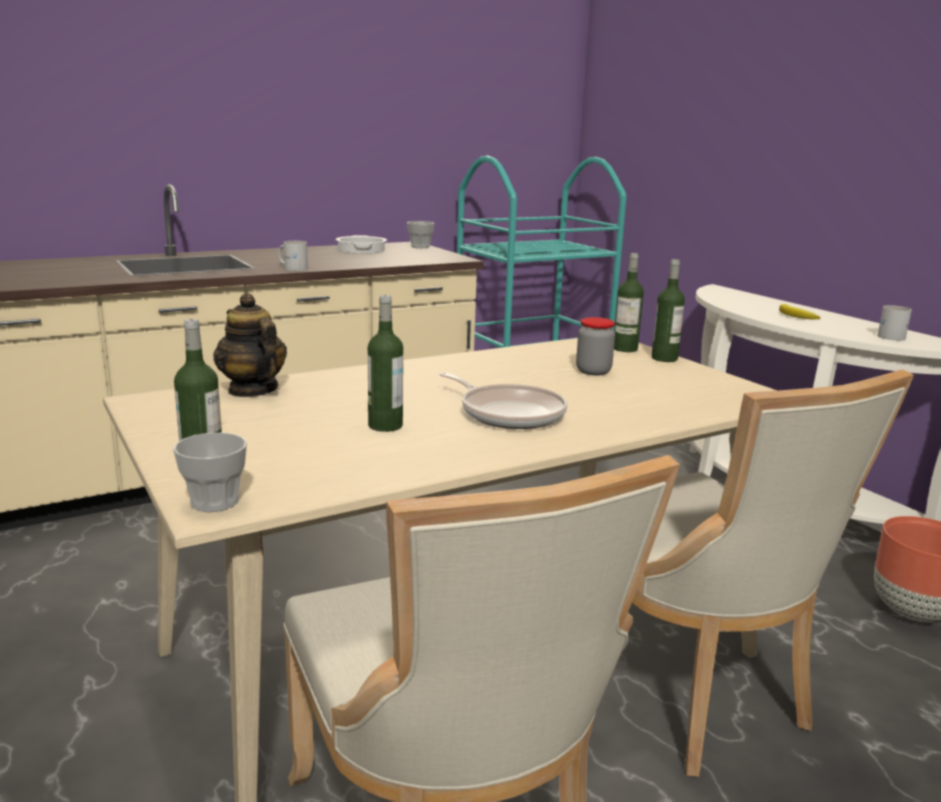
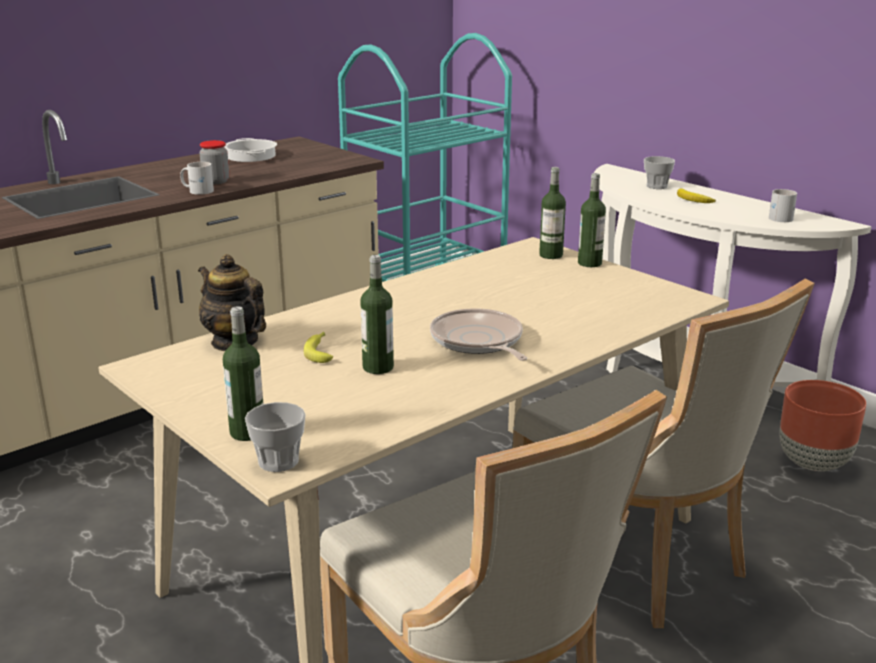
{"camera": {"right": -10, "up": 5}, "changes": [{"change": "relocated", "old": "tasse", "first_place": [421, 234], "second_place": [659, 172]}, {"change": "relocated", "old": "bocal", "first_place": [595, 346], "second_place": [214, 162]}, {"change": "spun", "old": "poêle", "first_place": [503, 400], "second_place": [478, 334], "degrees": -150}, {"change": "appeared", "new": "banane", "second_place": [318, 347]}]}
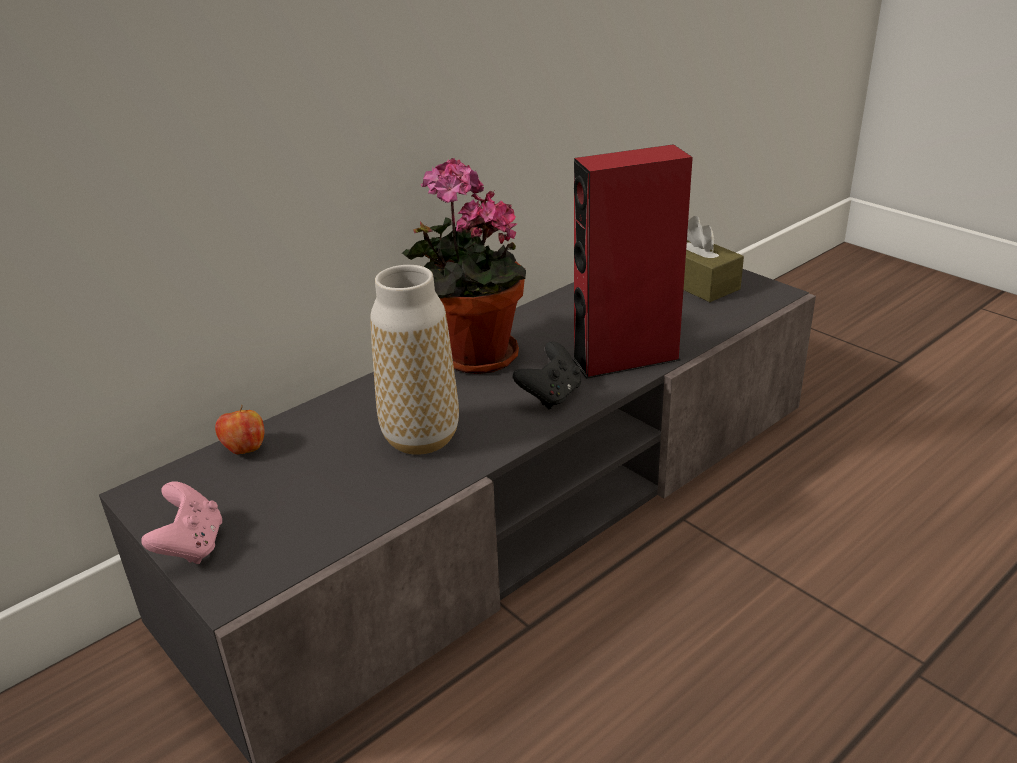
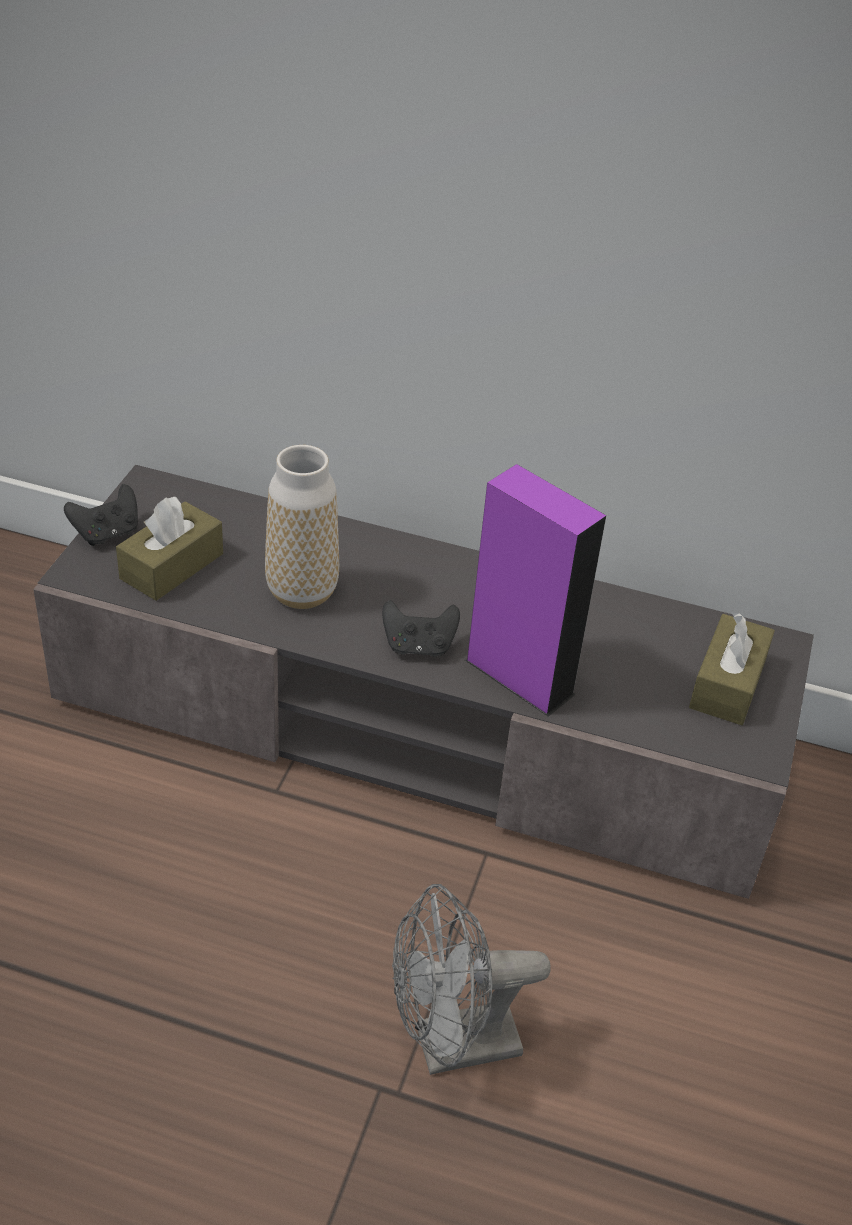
{"camera": {"right": 55, "up": 10}, "changes": [{"change": "colour", "old": "enceinte/rouge", "new": "enceinte/violet", "first_place": [633, 261], "second_place": [535, 590]}, {"change": "missing", "old": "plante en pot", "first_place": [464, 266]}, {"change": "missing", "old": "pomme", "first_place": [240, 429]}, {"change": "colour", "old": "manette/rose", "new": "manette/noir", "first_place": [181, 523], "second_place": [101, 515]}, {"change": "appeared", "new": "boîte à mouchoirs/marron", "second_place": [169, 549]}, {"change": "appeared", "new": "ventilateur/gris", "second_place": [471, 979]}]}
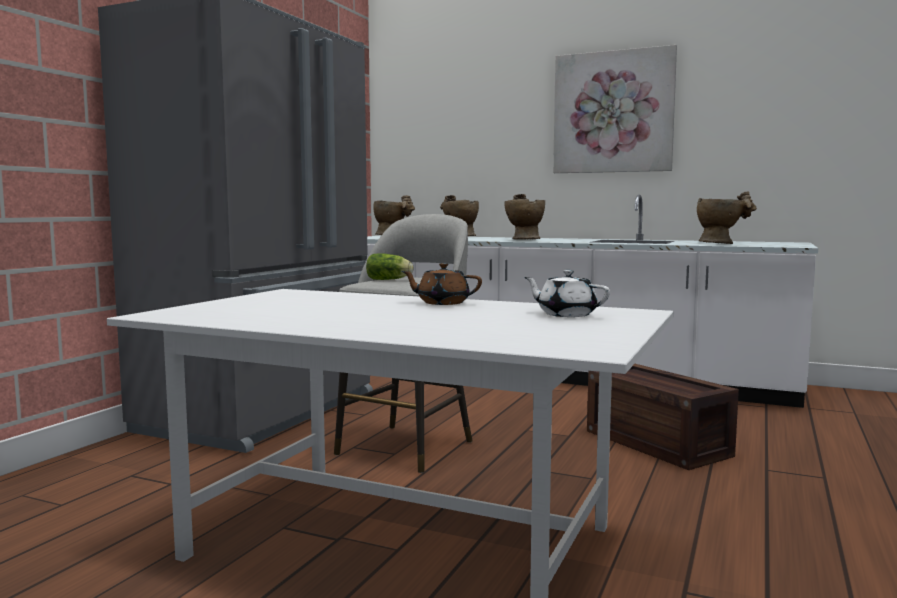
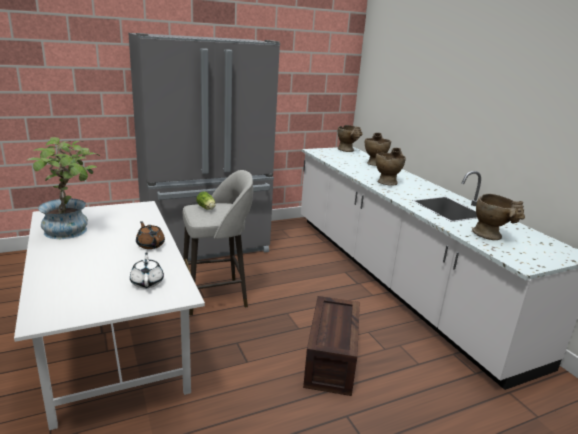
{"camera": {"right": 40, "up": 15}, "changes": [{"change": "missing", "old": "tableau", "first_place": [615, 109]}, {"change": "appeared", "new": "plante en pot", "second_place": [63, 188]}]}
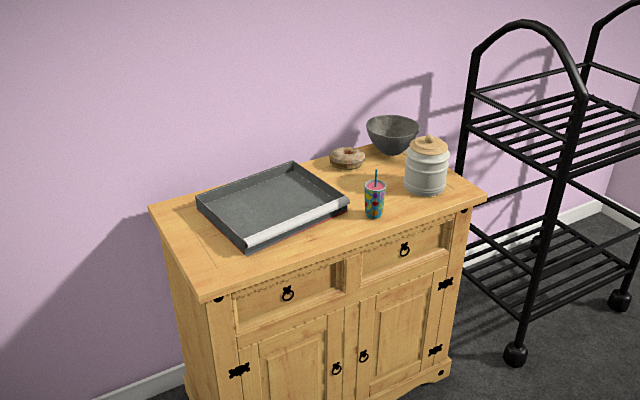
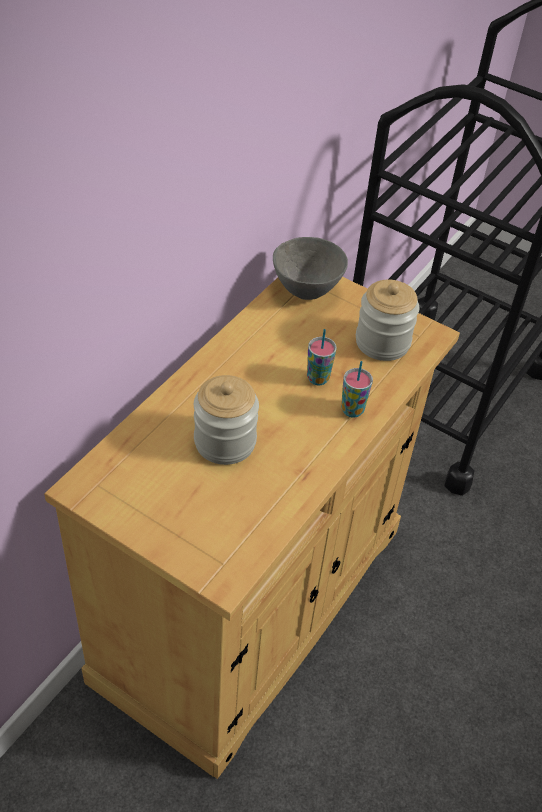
{"camera": {"right": -30, "up": 15}, "changes": [{"change": "missing", "old": "beignet", "first_place": [347, 158]}, {"change": "exchanged", "old": "plateau/gris", "new": "bocal", "first_place": [272, 208], "second_place": [226, 420]}, {"change": "appeared", "new": "tasse", "second_place": [322, 357]}]}
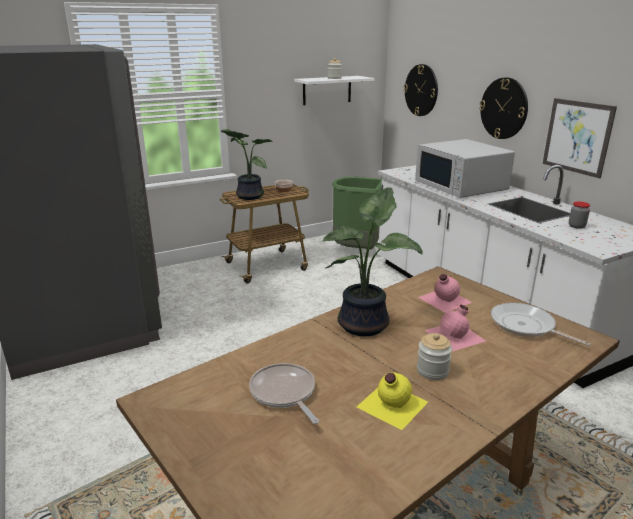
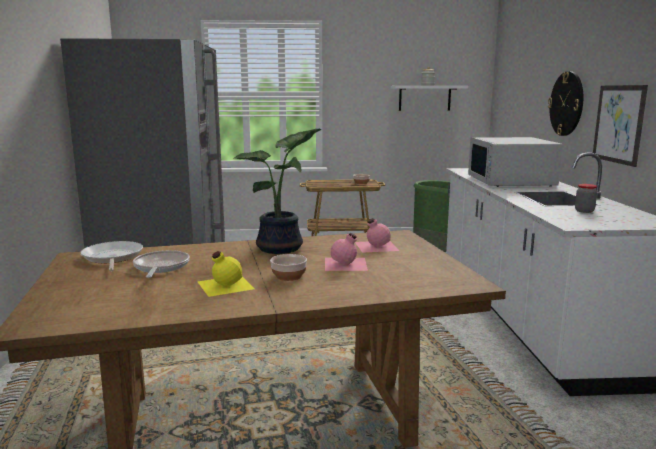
{"camera": {"right": 25, "up": -10}, "changes": [{"change": "missing", "old": "horloge murale", "first_place": [421, 90]}, {"change": "missing", "old": "plante en pot", "first_place": [246, 164]}, {"change": "relocated", "old": "poêle", "first_place": [541, 324], "second_place": [111, 256]}, {"change": "exchanged", "old": "bocal", "new": "bol", "first_place": [434, 356], "second_place": [288, 267]}]}
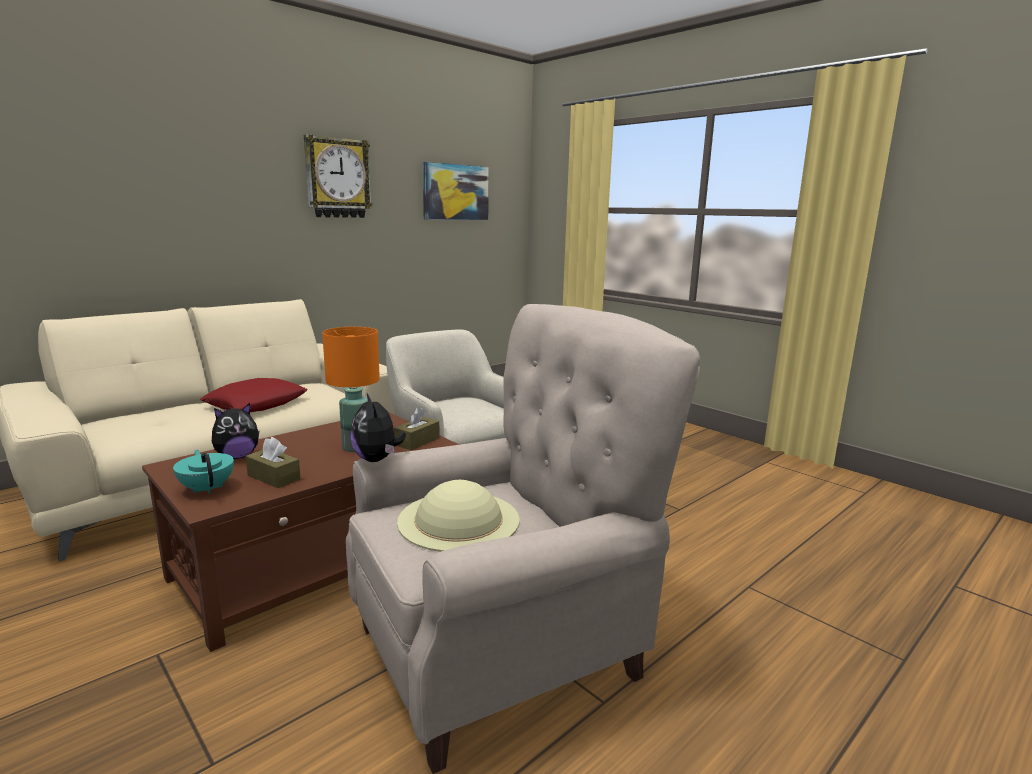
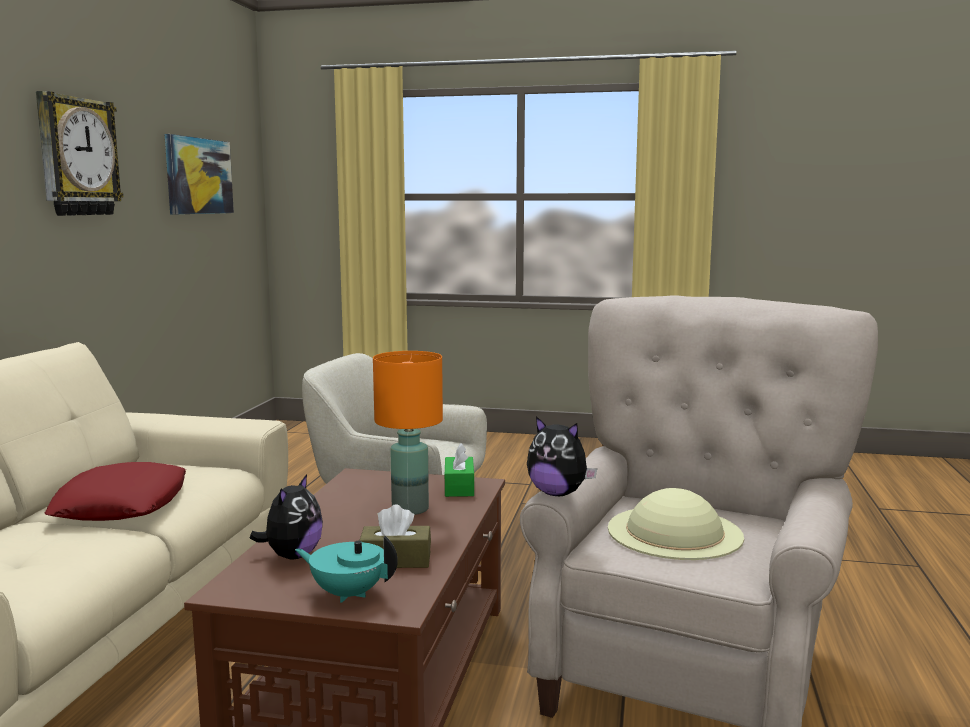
{"camera": {"right": -35, "up": -5}, "changes": [{"change": "colour", "old": "boîte à mouchoirs/marron", "new": "boîte à mouchoirs/vert", "first_place": [417, 428], "second_place": [459, 470]}]}
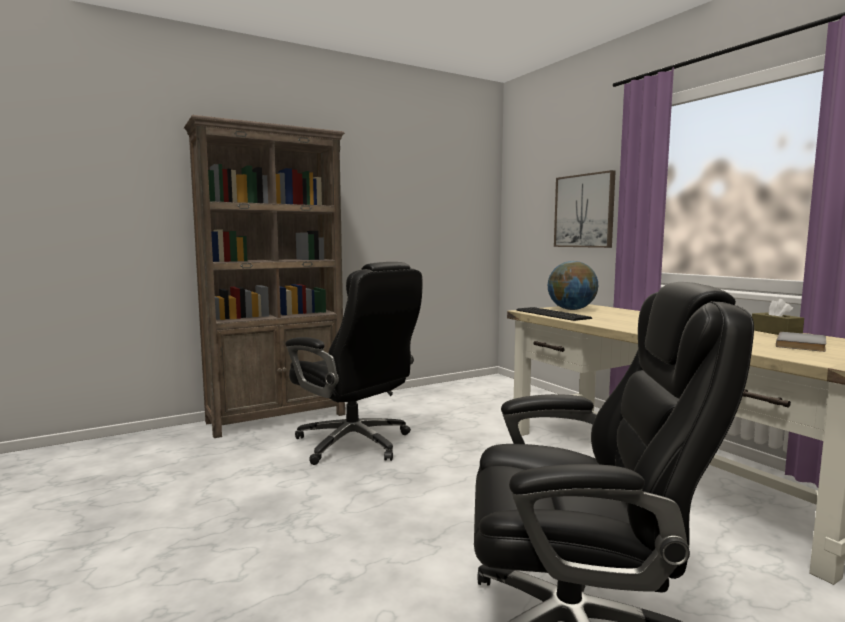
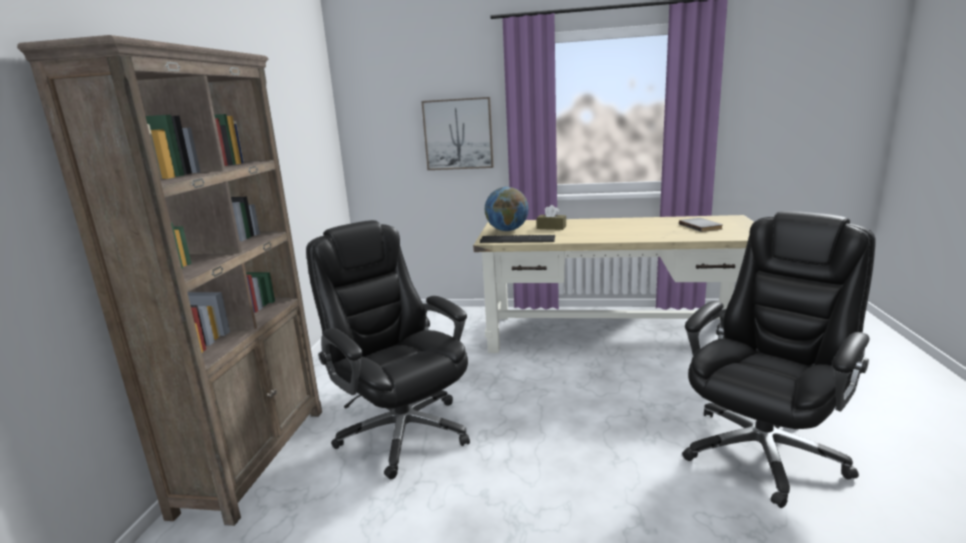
{"camera": {"right": -50, "up": 10}, "changes": [{"change": "spun", "old": "chaise de bureau/noir", "first_place": [353, 363], "second_place": [388, 349], "degrees": -120}, {"change": "relocated", "old": "boîte à mouchoirs/marron", "first_place": [778, 317], "second_place": [551, 217]}]}
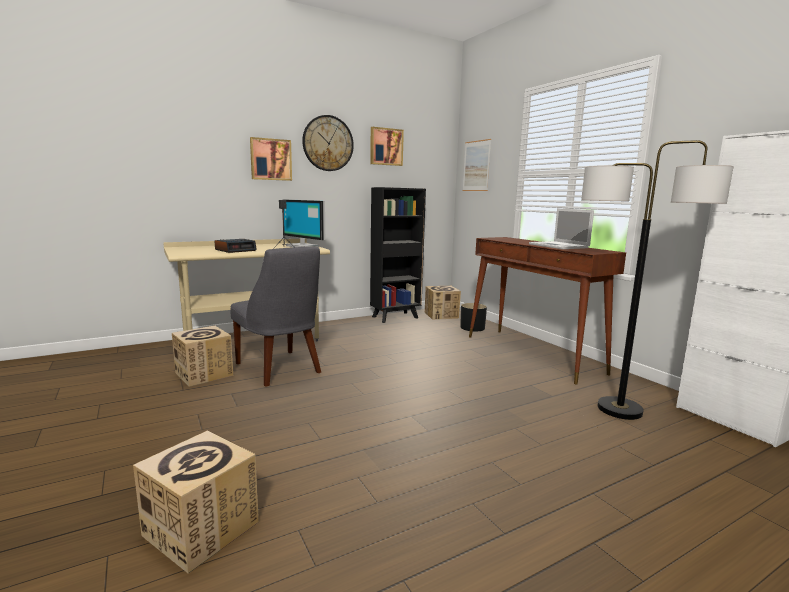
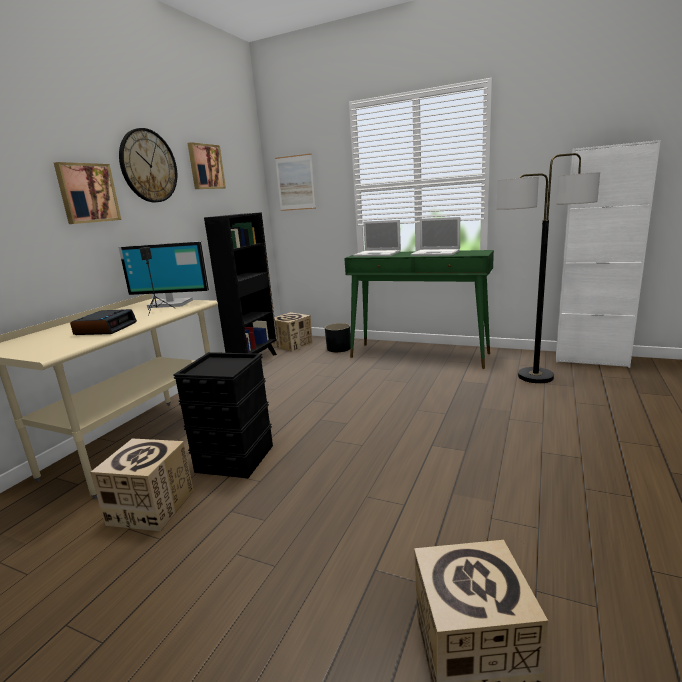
{"camera": {"right": -35, "up": 5}, "changes": [{"change": "colour", "old": "table console/marron", "new": "table console/vert", "first_place": [547, 310], "second_place": [419, 309]}, {"change": "exchanged", "old": "chaise/gris", "new": "boîte de rangement/noir", "first_place": [276, 317], "second_place": [223, 415]}, {"change": "appeared", "new": "ordinateur portable", "second_place": [377, 238]}]}
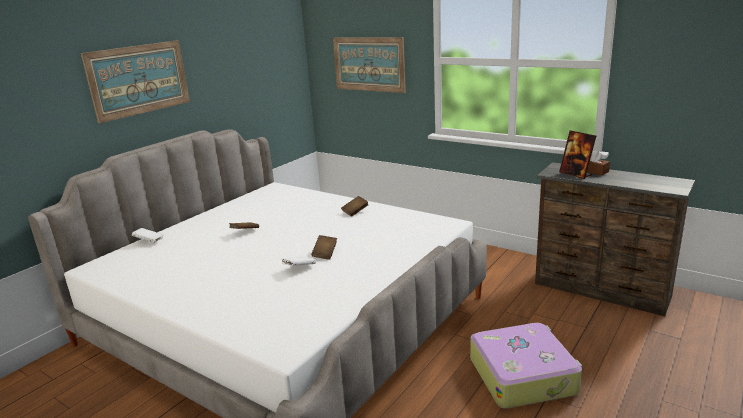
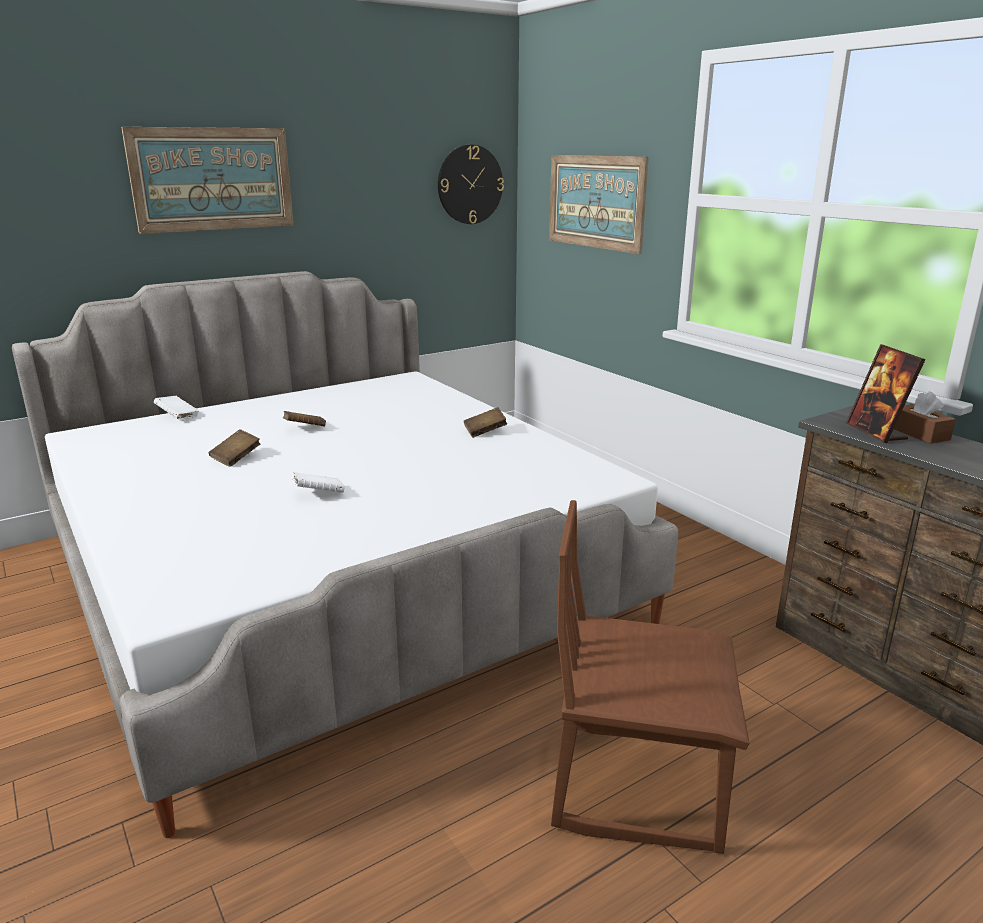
{"camera": {"right": 20, "up": 0}, "changes": [{"change": "relocated", "old": "livre/marron", "first_place": [324, 247], "second_place": [235, 448]}, {"change": "exchanged", "old": "valise", "new": "chaise/marron", "first_place": [526, 366], "second_place": [650, 677]}, {"change": "appeared", "new": "horloge murale", "second_place": [471, 184]}]}
